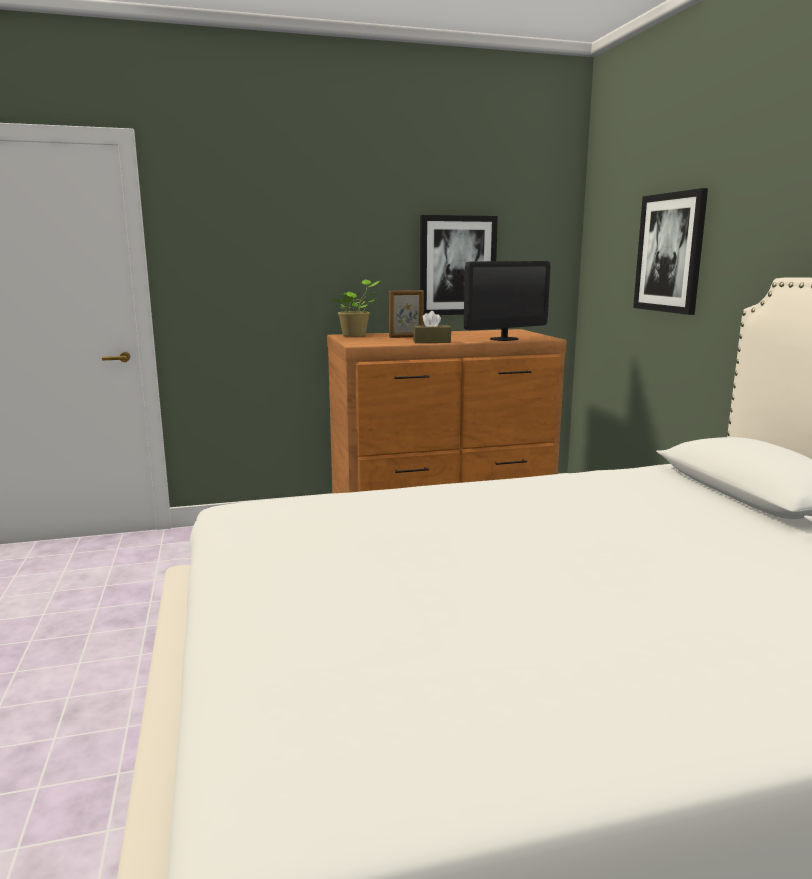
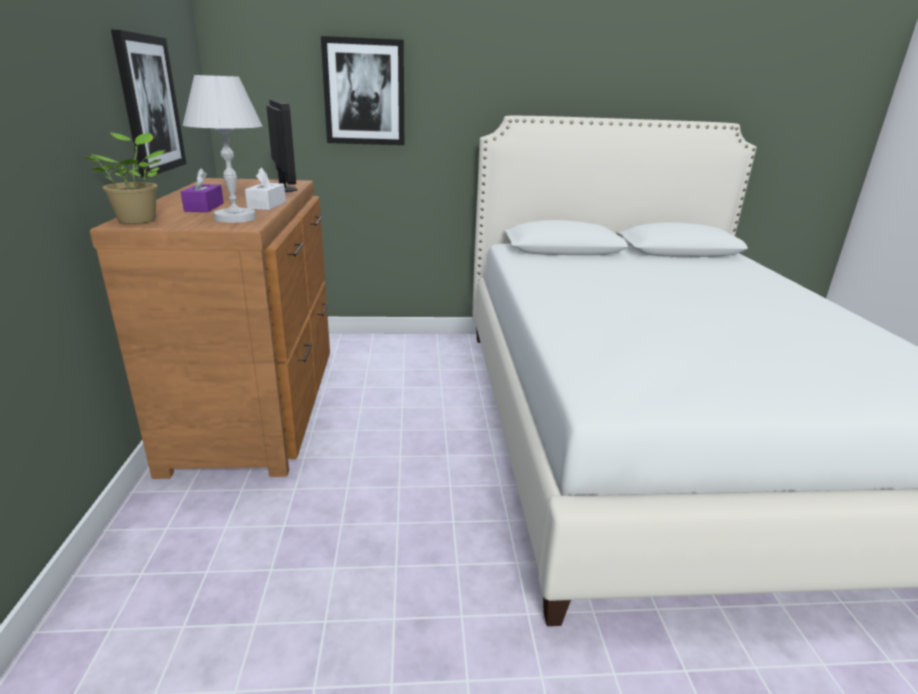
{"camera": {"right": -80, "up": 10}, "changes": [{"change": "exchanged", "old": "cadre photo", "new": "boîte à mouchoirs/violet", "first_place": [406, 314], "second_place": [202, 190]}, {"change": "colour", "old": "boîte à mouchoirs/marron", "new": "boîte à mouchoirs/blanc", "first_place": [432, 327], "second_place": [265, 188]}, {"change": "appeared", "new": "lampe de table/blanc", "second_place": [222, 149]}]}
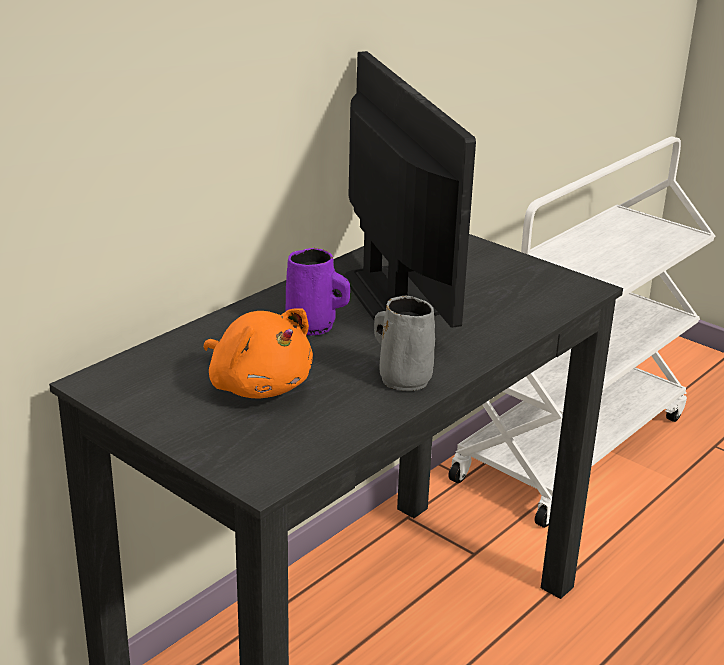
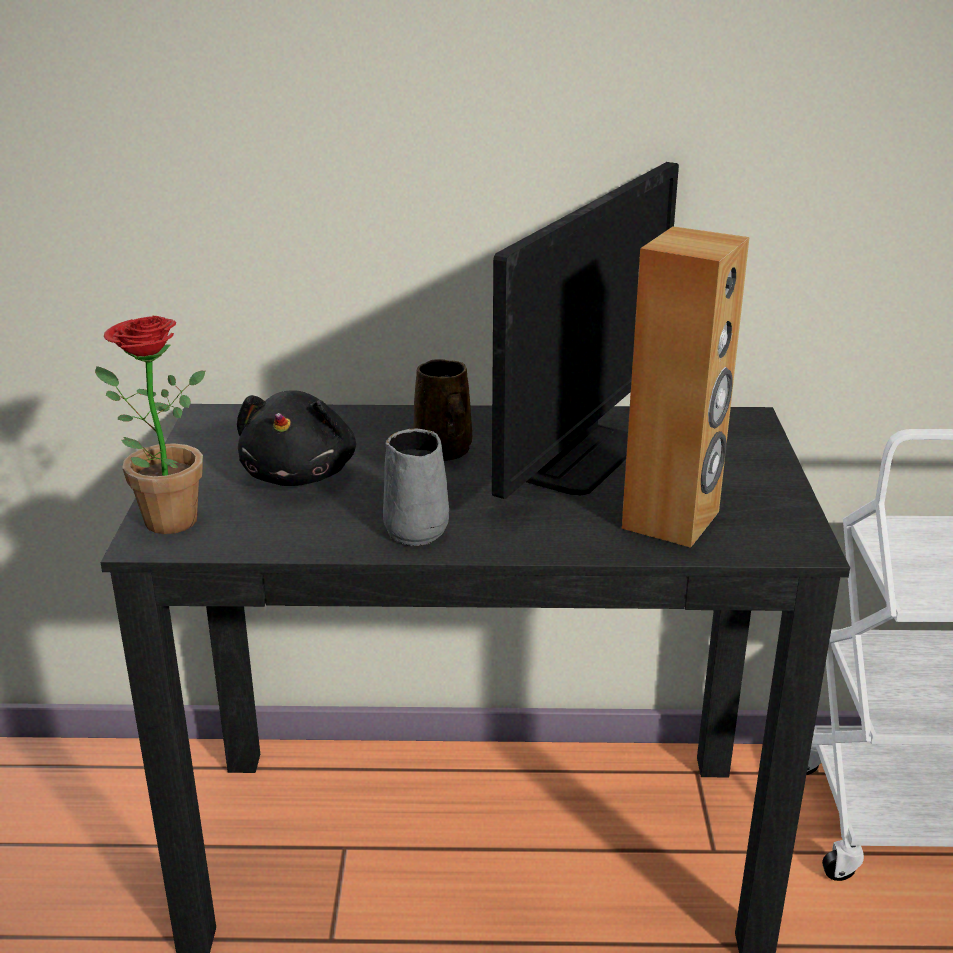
{"camera": {"right": 50, "up": 0}, "changes": [{"change": "colour", "old": "mug/violet", "new": "mug/marron", "first_place": [317, 292], "second_place": [442, 410]}, {"change": "colour", "old": "peluche/orange", "new": "peluche/noir", "first_place": [258, 353], "second_place": [296, 438]}, {"change": "appeared", "new": "enceinte/marron", "second_place": [685, 387]}, {"change": "appeared", "new": "plante en pot", "second_place": [150, 425]}]}
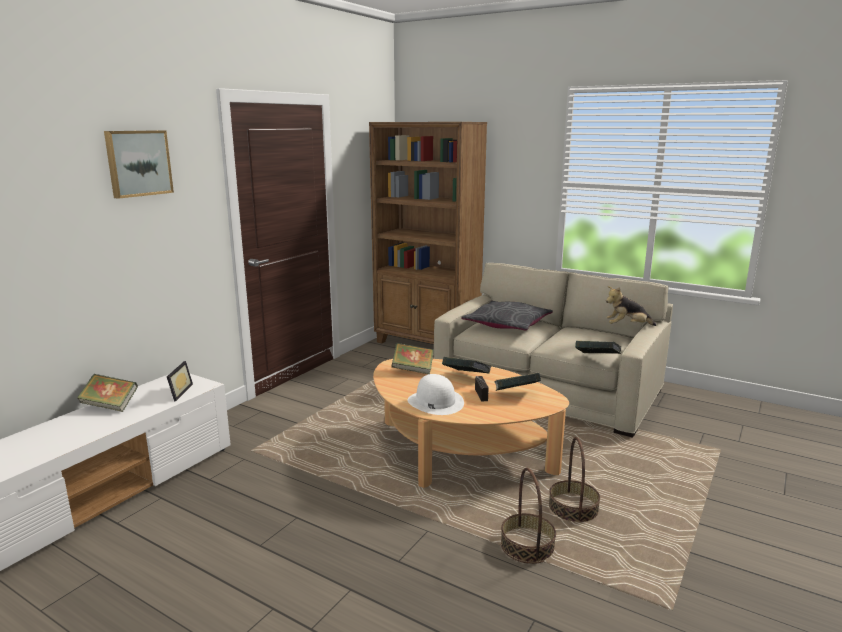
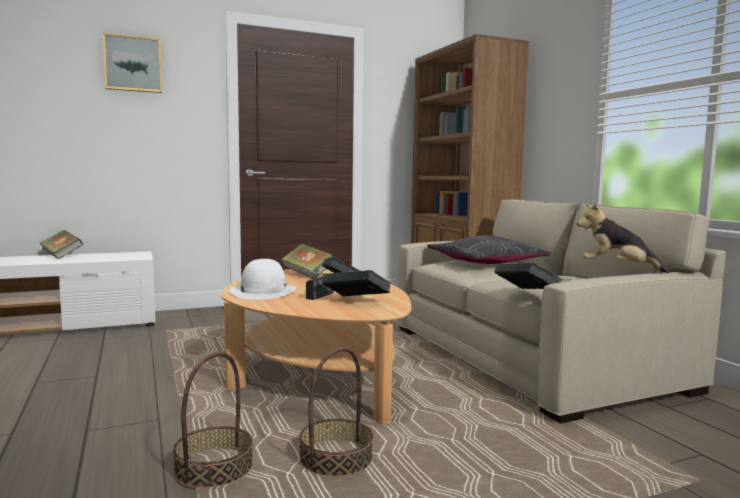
{"camera": {"right": 35, "up": -10}, "changes": [{"change": "missing", "old": "cadre photo", "first_place": [180, 381]}]}
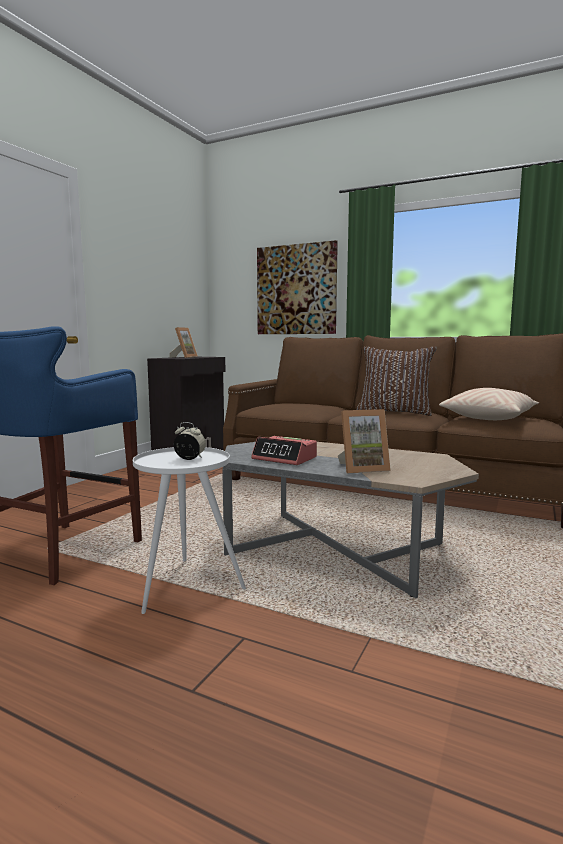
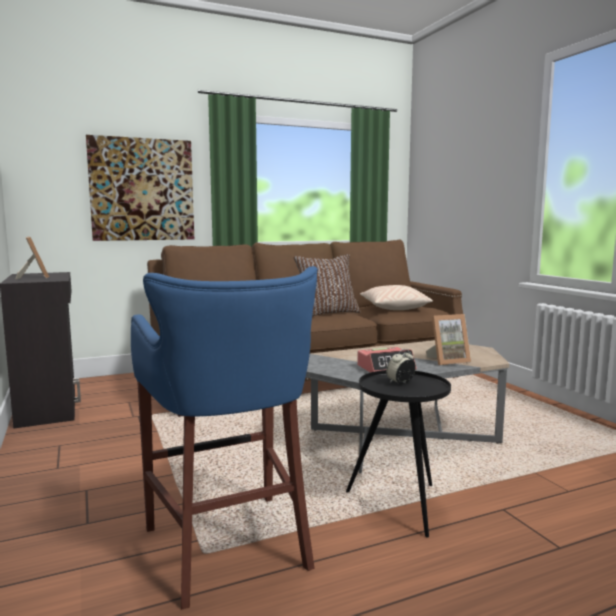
{"camera": {"right": -50, "up": 0}, "changes": [{"change": "spun", "old": "cadre photo", "first_place": [364, 441], "second_place": [448, 339], "degrees": 45}, {"change": "colour", "old": "table d'appoint/blanc", "new": "table d'appoint/noir", "first_place": [189, 530], "second_place": [398, 453]}]}
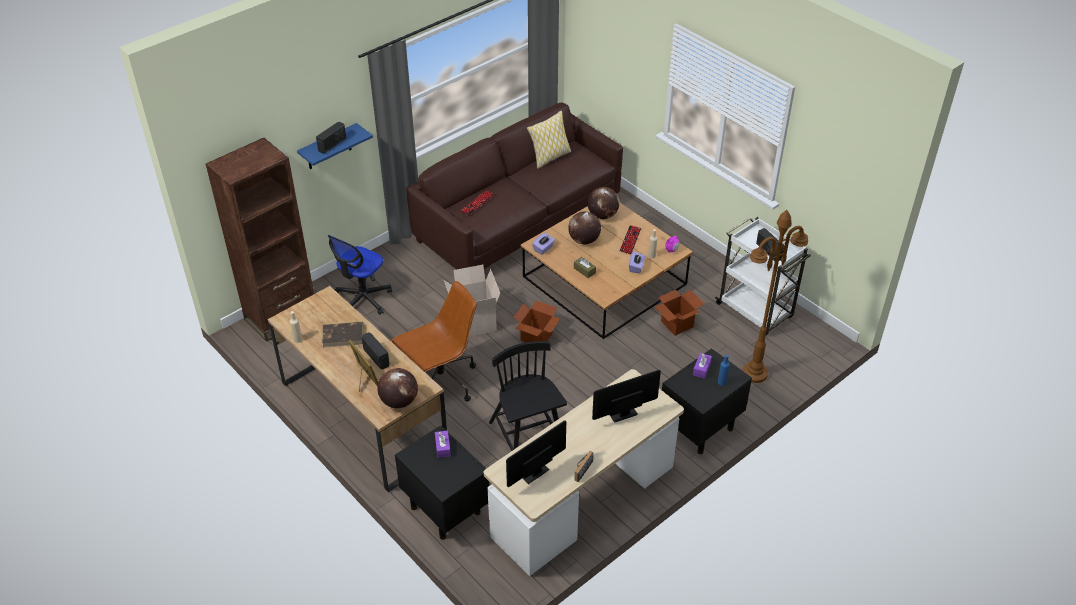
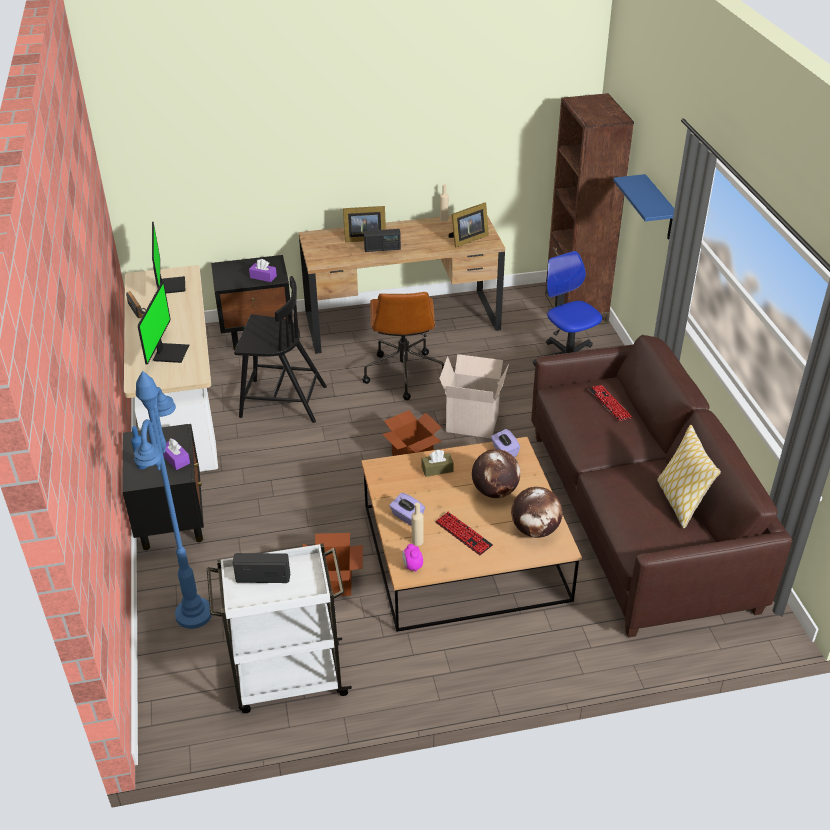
{"camera": {"right": 120, "up": -5}, "changes": [{"change": "missing", "old": "radio", "first_place": [331, 138]}, {"change": "colour", "old": "lampadaire/marron", "new": "lampadaire/bleu", "first_place": [775, 296], "second_place": [173, 500]}, {"change": "missing", "old": "livre/marron", "first_place": [342, 335]}, {"change": "missing", "old": "globe", "first_place": [398, 388]}, {"change": "appeared", "new": "cadre photo", "second_place": [468, 225]}]}
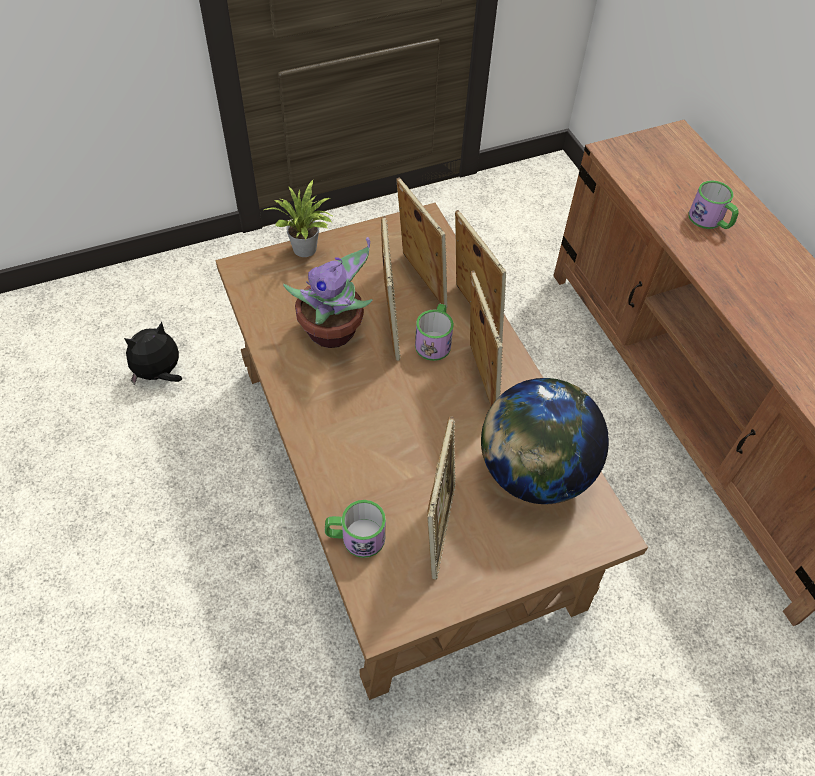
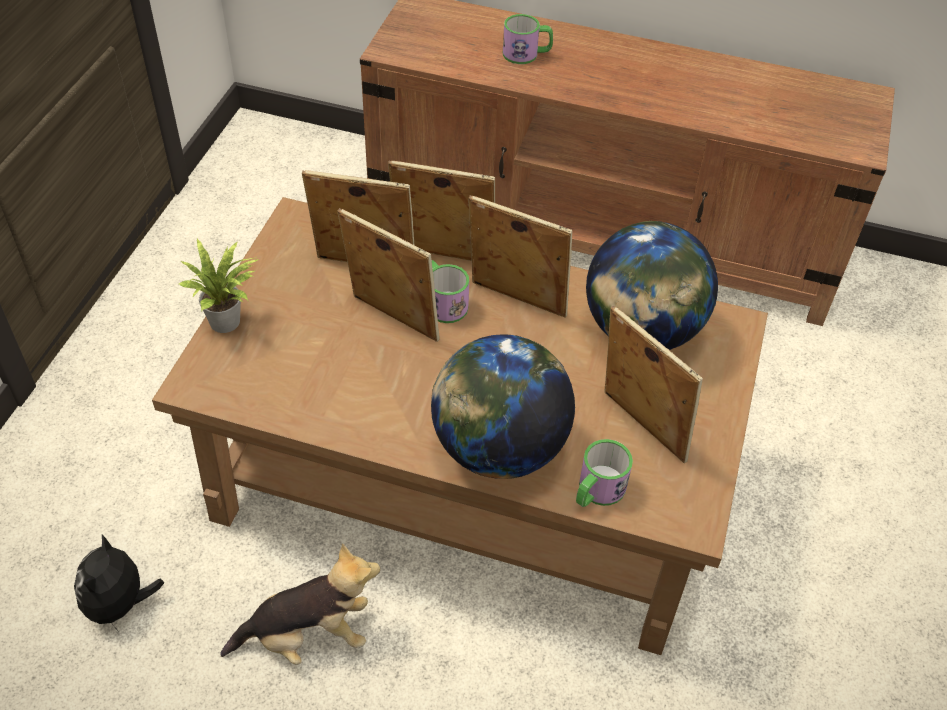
{"camera": {"right": -50, "up": -5}, "changes": [{"change": "missing", "old": "plante en pot", "first_place": [328, 292]}, {"change": "appeared", "new": "globe", "second_place": [503, 406]}, {"change": "appeared", "new": "peluche", "second_place": [300, 604]}]}
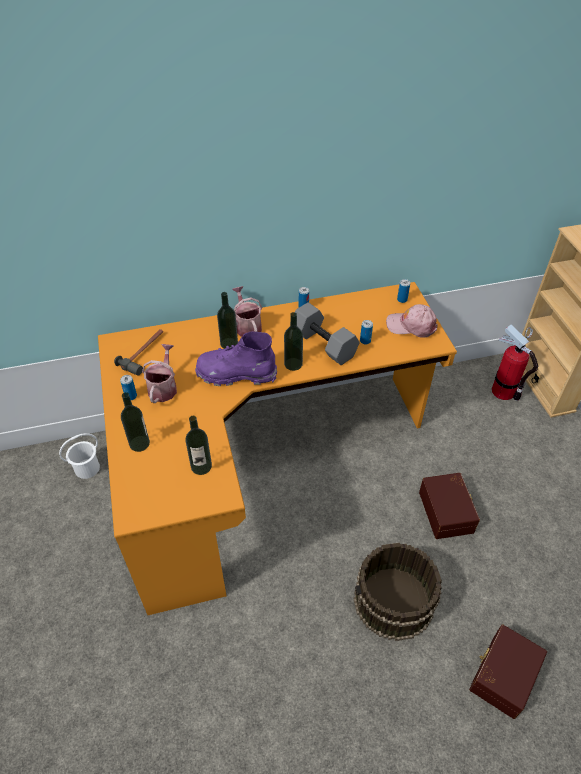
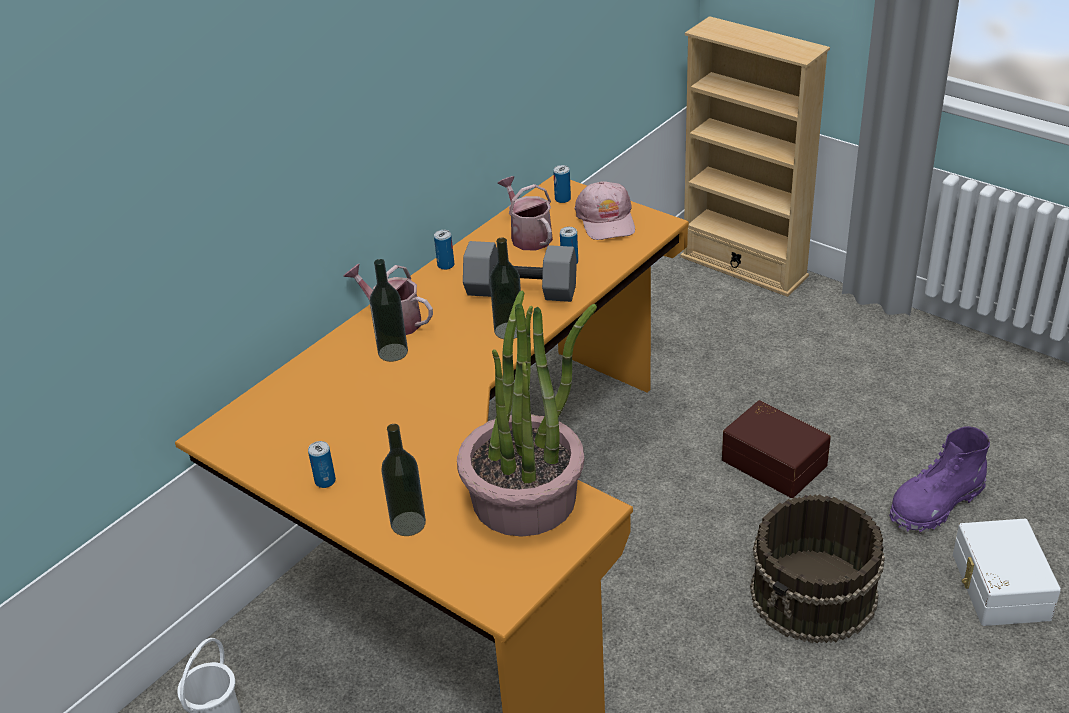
{"camera": {"right": -35, "up": -10}, "changes": [{"change": "spun", "old": "casquette/rose", "first_place": [412, 321], "second_place": [604, 210], "degrees": -75}, {"change": "missing", "old": "extincteur", "first_place": [515, 363]}, {"change": "missing", "old": "marteau", "first_place": [138, 352]}, {"change": "relocated", "old": "botte/violet", "first_place": [236, 359], "second_place": [939, 479]}, {"change": "relocated", "old": "arrosoir", "first_place": [159, 373], "second_place": [525, 213]}, {"change": "exchanged", "old": "bouteille", "new": "plante en pot", "first_place": [198, 445], "second_place": [527, 413]}, {"change": "colour", "old": "boîte de rangement/marron", "new": "boîte de rangement/blanc", "first_place": [508, 671], "second_place": [1007, 572]}]}
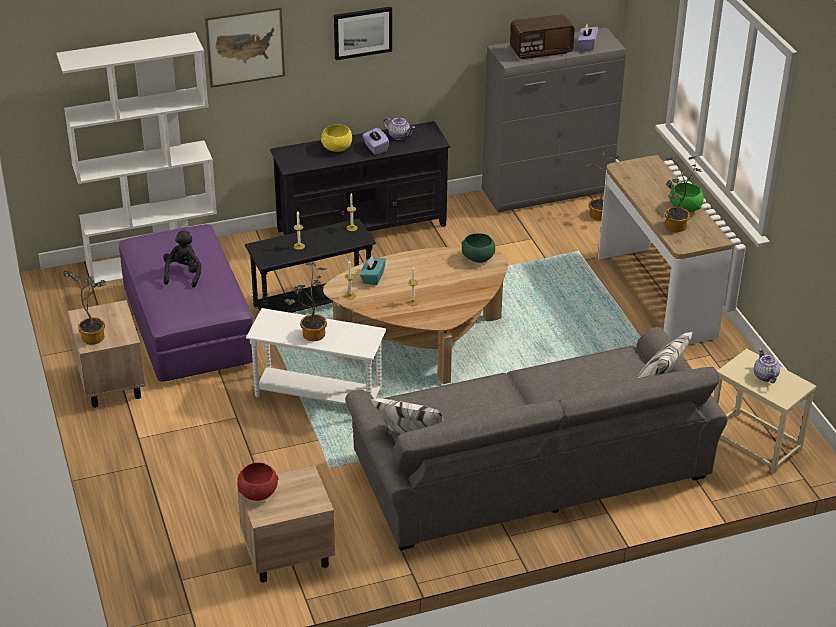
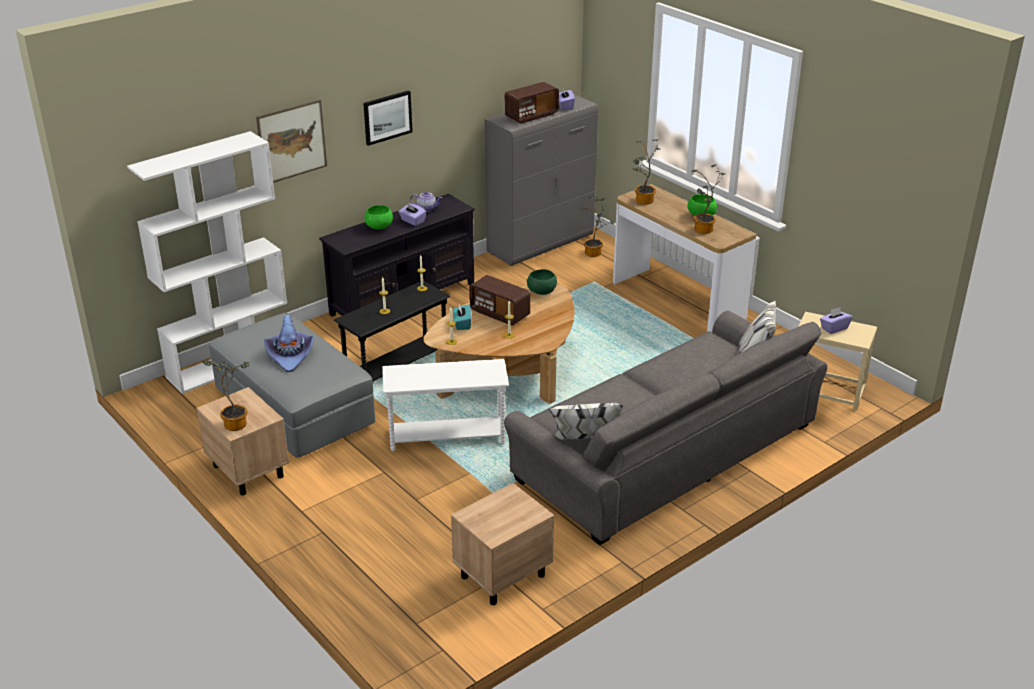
{"camera": {"right": -20, "up": -5}, "changes": [{"change": "colour", "old": "bol/jaune", "new": "bol/vert", "first_place": [336, 138], "second_place": [378, 217]}, {"change": "colour", "old": "pouf/violet", "new": "pouf/gris", "first_place": [186, 303], "second_place": [292, 385]}, {"change": "exchanged", "old": "peluche/noir", "new": "chapeau/violet", "first_place": [182, 259], "second_place": [289, 343]}, {"change": "relocated", "old": "plante en pot", "first_place": [305, 301], "second_place": [647, 172]}, {"change": "exchanged", "old": "théière", "new": "boîte à mouchoirs/violet", "first_place": [767, 366], "second_place": [836, 320]}, {"change": "missing", "old": "bol/rouge", "first_place": [257, 482]}, {"change": "appeared", "new": "radio", "second_place": [499, 300]}]}
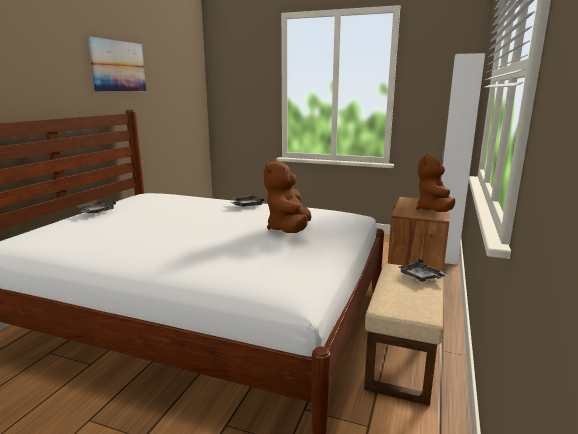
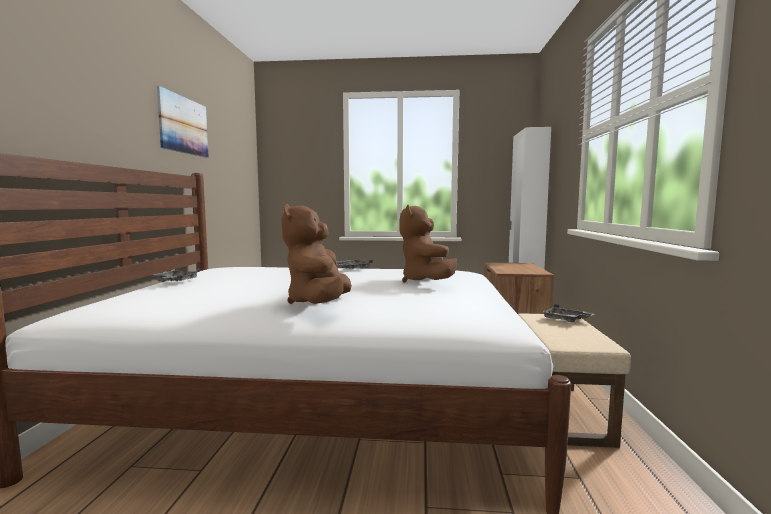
{"camera": {"right": -15, "up": -10}, "changes": [{"change": "relocated", "old": "peluche/marron", "first_place": [435, 183], "second_place": [316, 254]}]}
